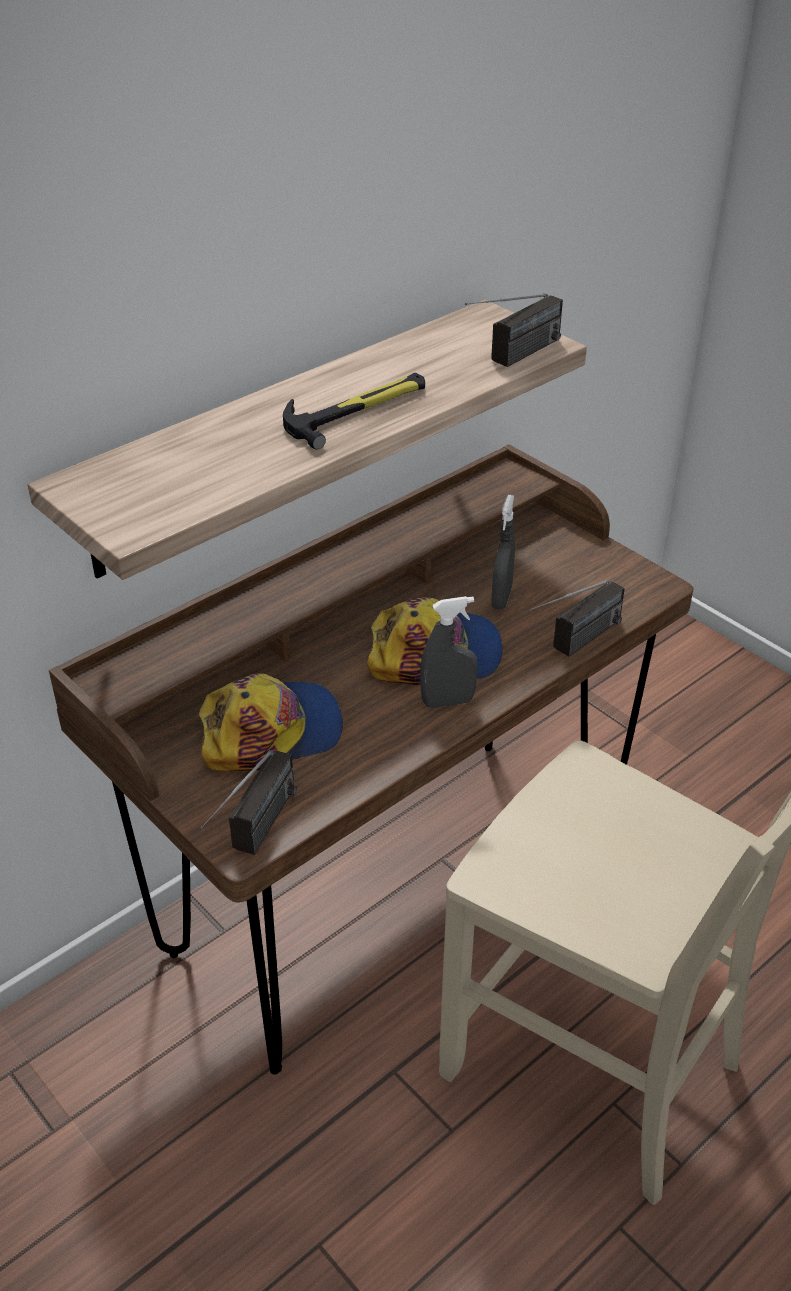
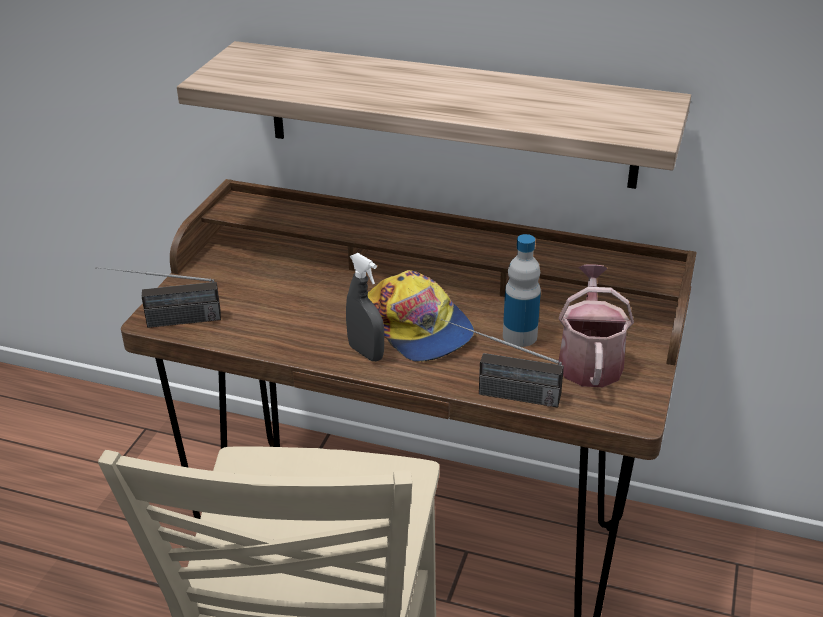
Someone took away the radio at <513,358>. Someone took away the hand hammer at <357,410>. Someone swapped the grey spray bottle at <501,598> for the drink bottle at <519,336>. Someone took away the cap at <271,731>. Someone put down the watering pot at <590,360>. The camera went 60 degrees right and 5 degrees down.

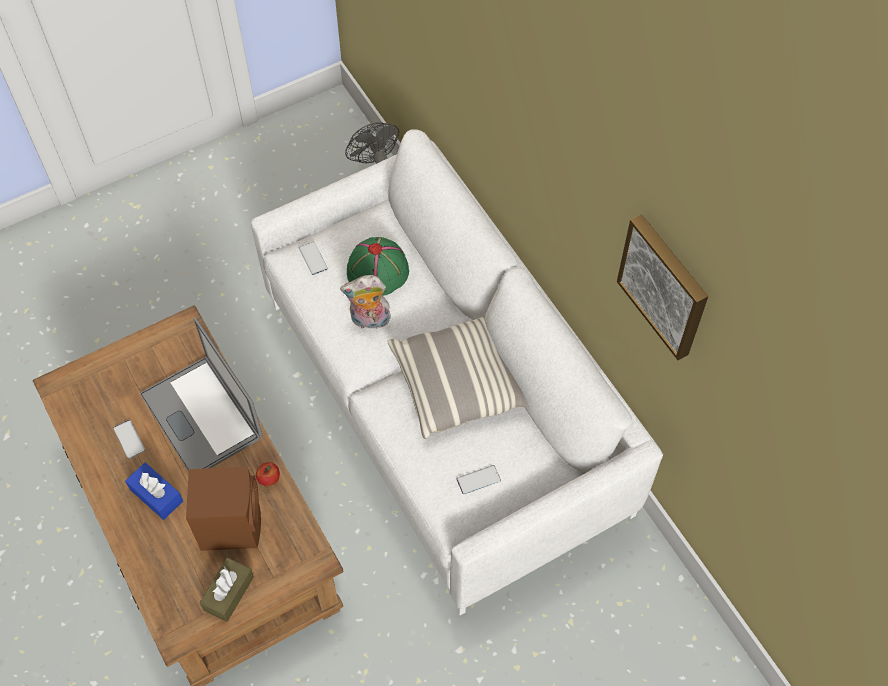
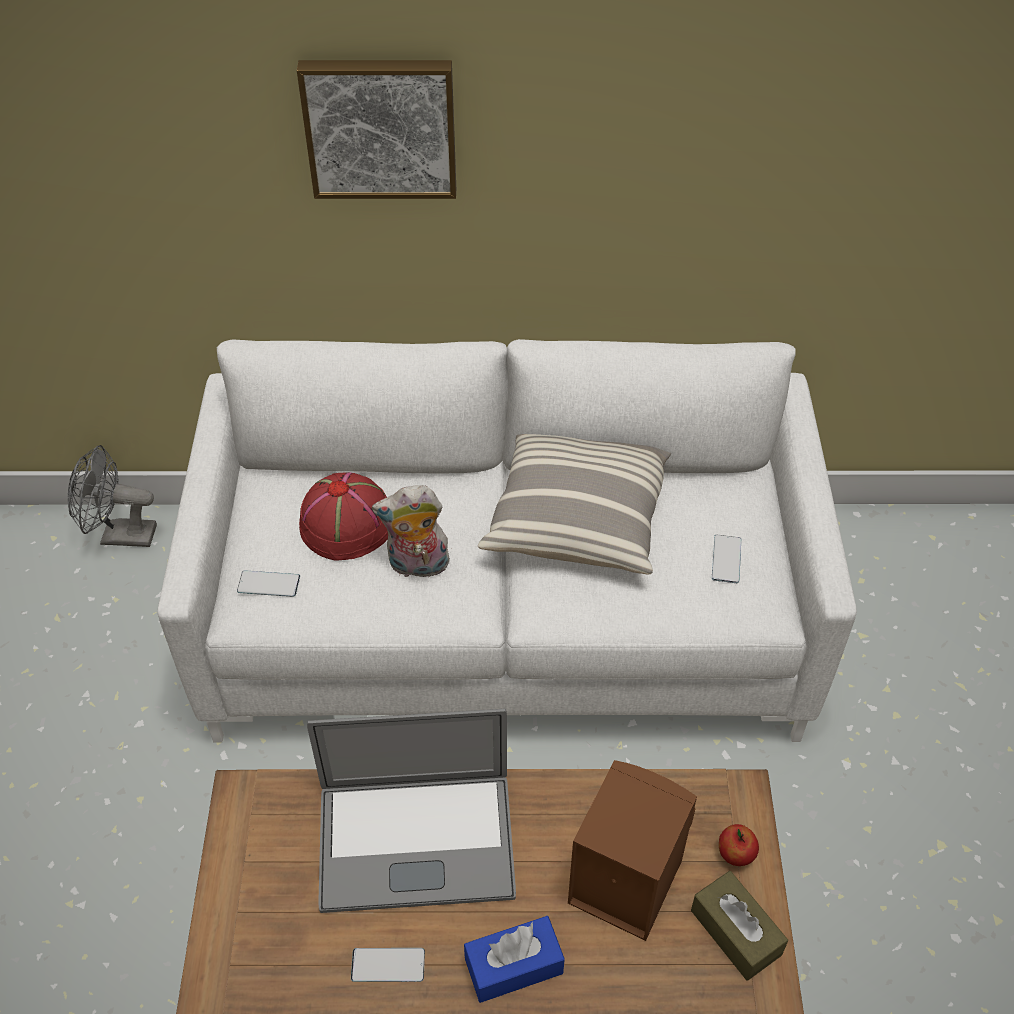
Someone carried the wall art from <665,285> to <380,127>. Someone repainted the green clothing hat at <378,270>, which became the red clothing hat at <347,523>. Someone rotated the soft toy at <369,321> by 60 degrees clockwise. Someone carried the apple from <269,479> to <735,854>. The camera went 60 degrees left and 10 degrees down.

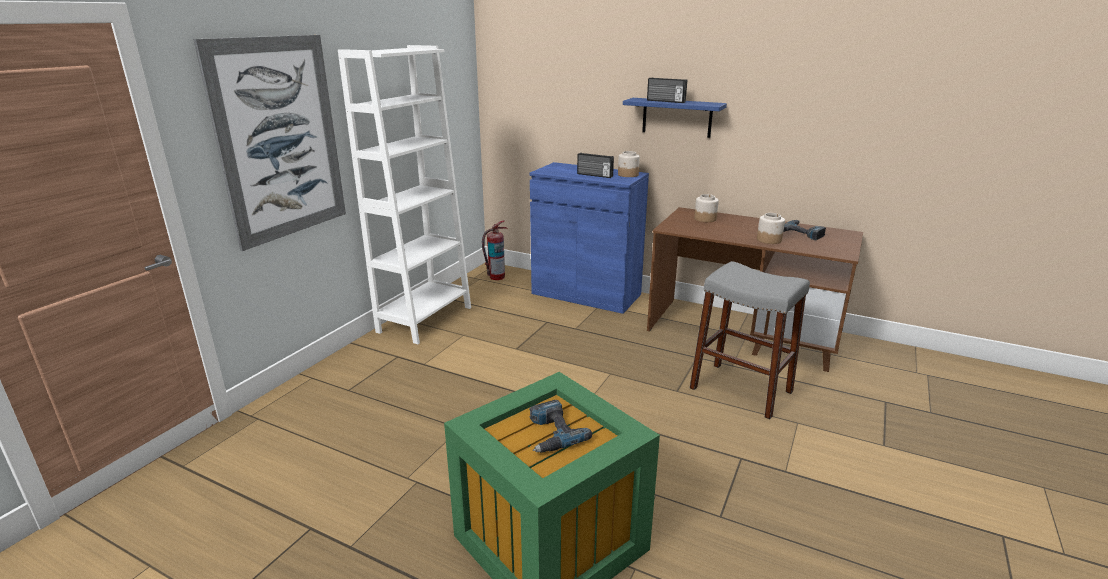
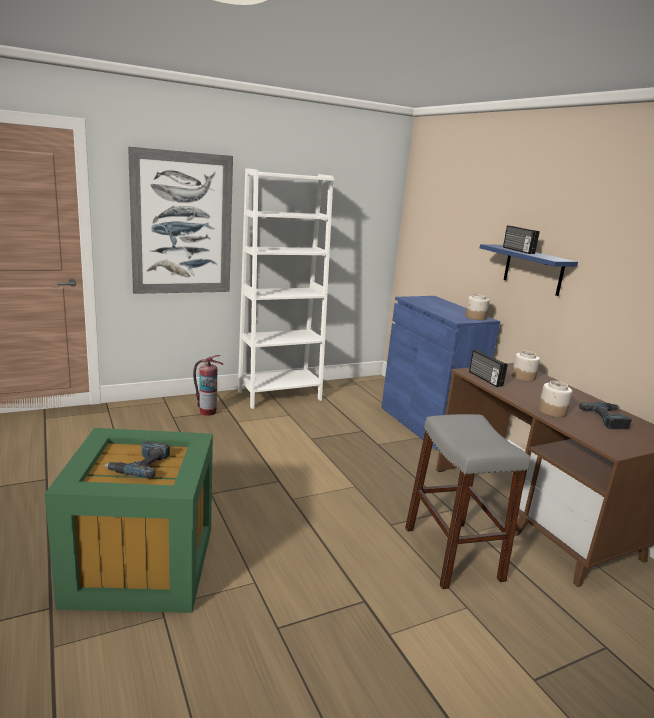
Someone carried the radio from <594,175> to <484,379>. Someone carried the extinguisher from <496,277> to <207,411>. The camera went 35 degrees right and 5 degrees down.

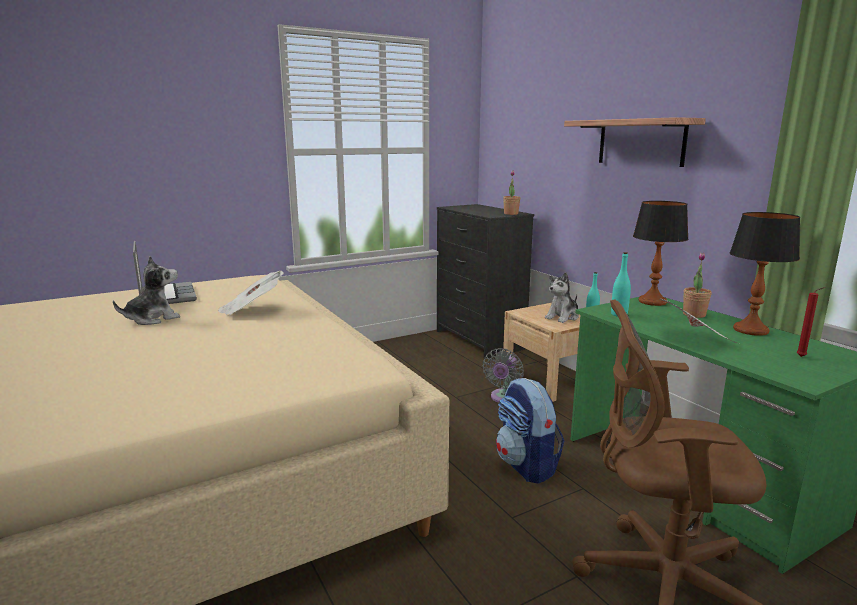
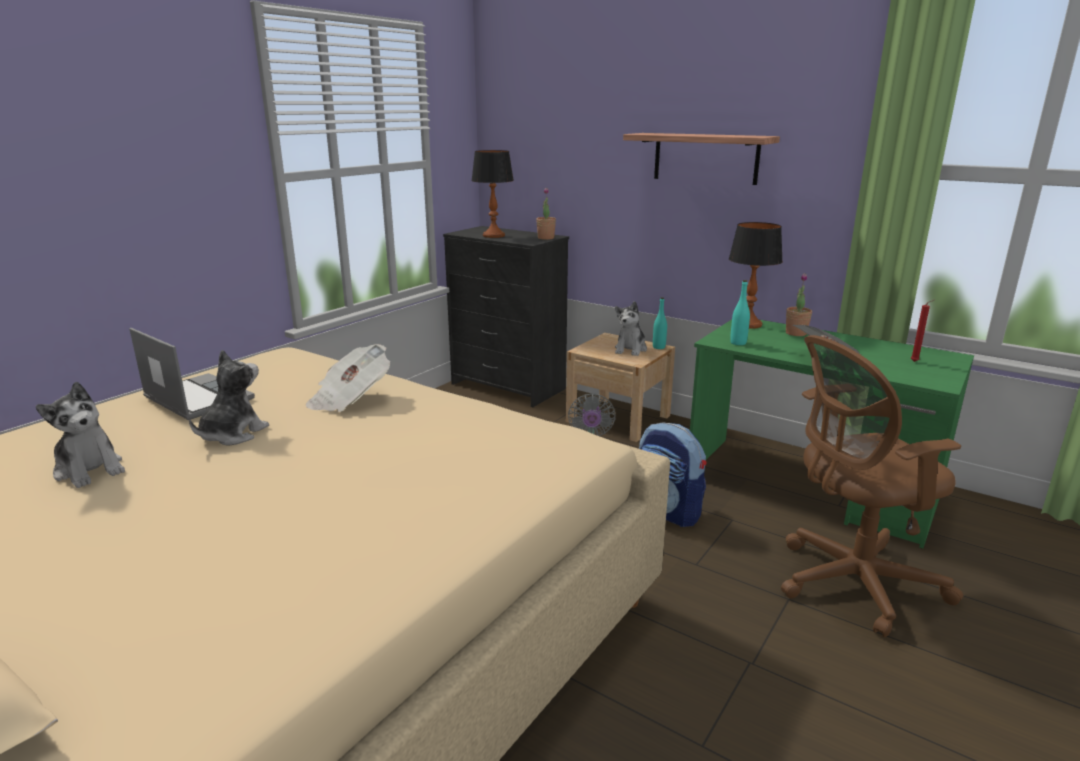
Someone carried the lamp for a table from <750,330> to <493,236>. Someone put down the soft toy at <90,469>. The camera went 25 degrees left and 5 degrees up.

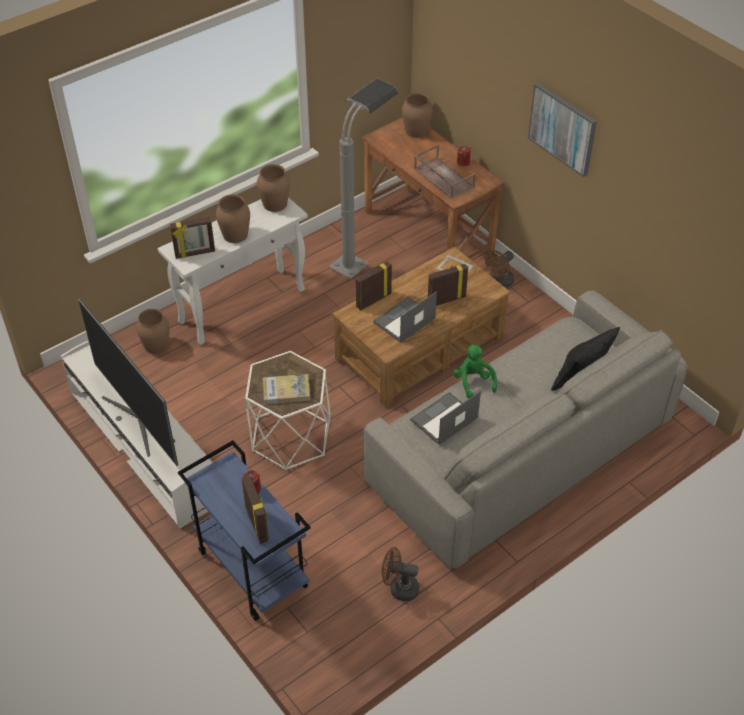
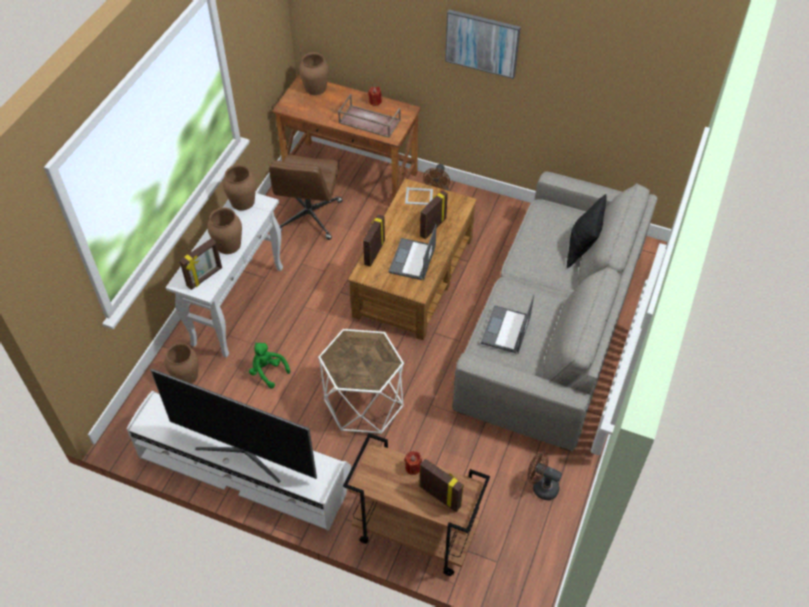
Someone swapped the grey floor lamp at <361,256> for the brown desk chair at <309,217>. Someone carried the green soft toy from <473,382> to <268,372>. Someone took away the volume at <286,391>. Someone repainted the blue trolley at <251,569>, which became the brown trolley at <414,533>. Someone rotated the brown cooling fan at <399,588> by 45 degrees clockwise. The camera went 30 degrees left and 5 degrees up.

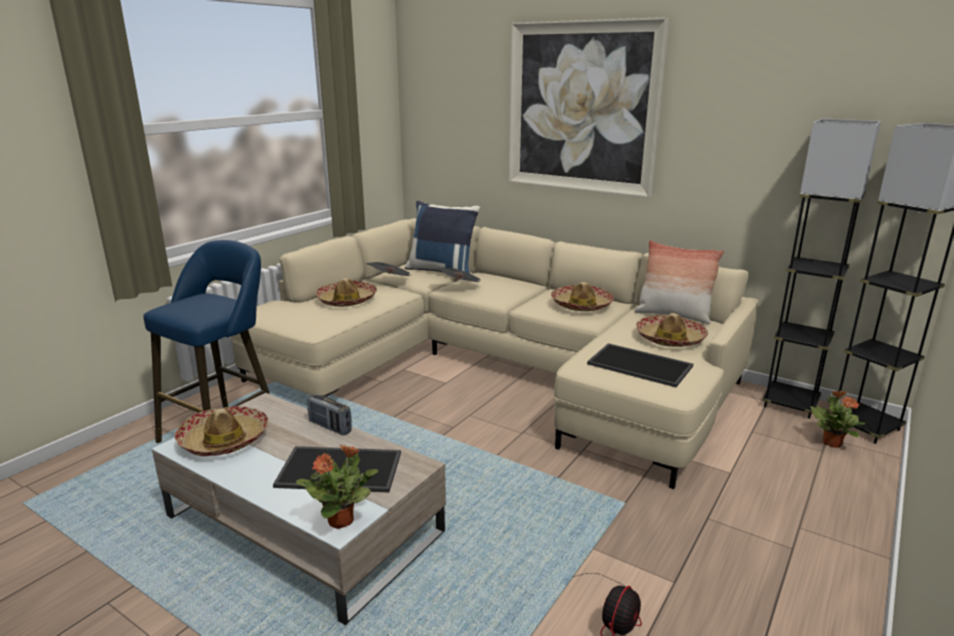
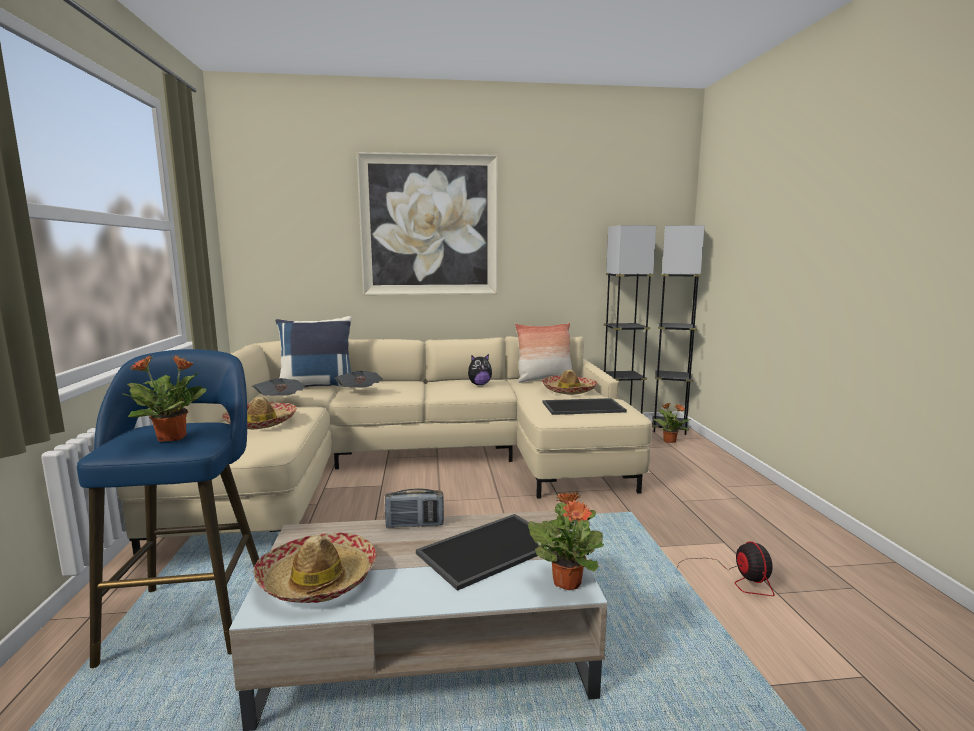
Someone swapped the clothing hat at <581,305> for the soft toy at <479,384>. Someone put down the houseplant at <173,438>. The camera went 40 degrees left and 10 degrees down.

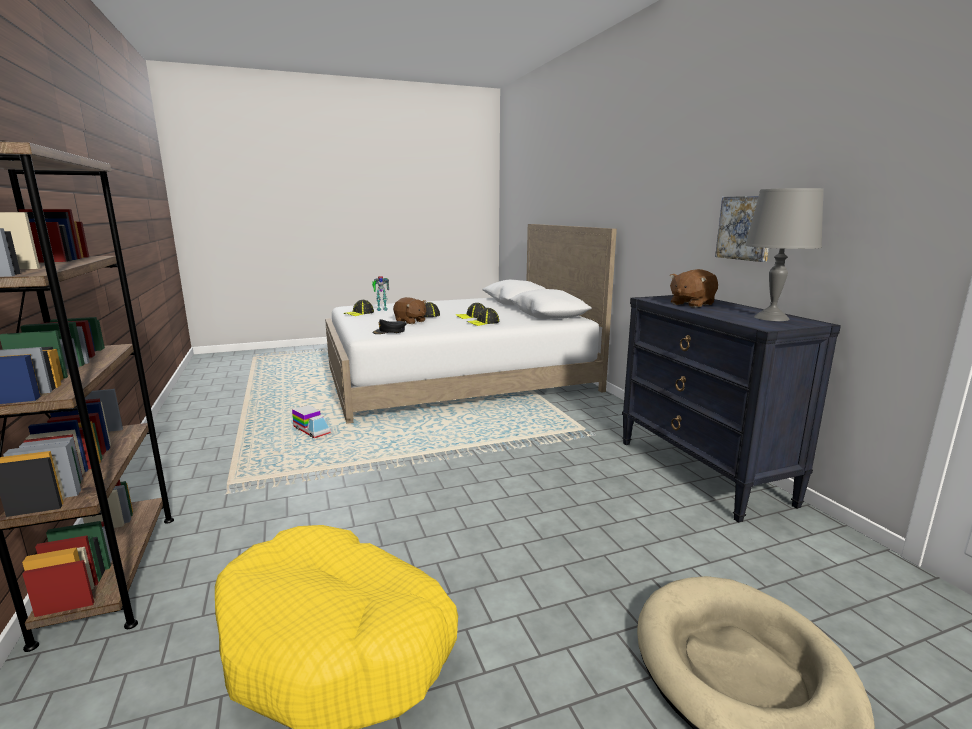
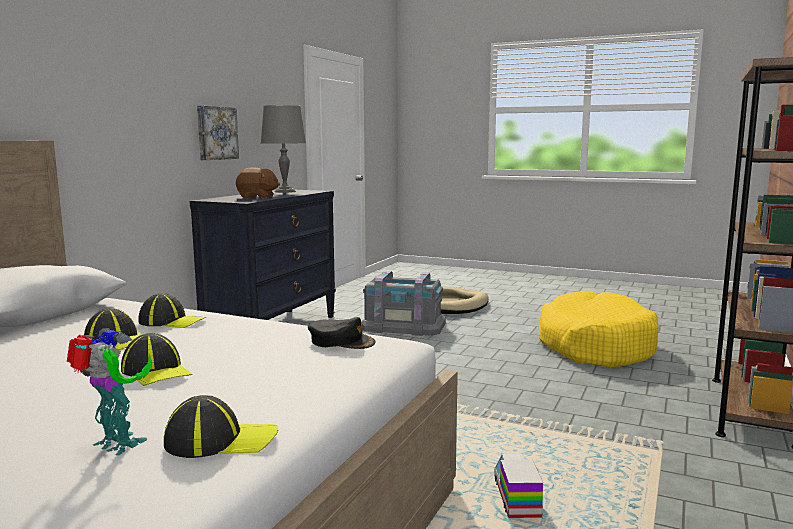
Someone took away the brown soft toy at <410,321>. Someone put down the grey storage bin at <402,325>. The camera went 135 degrees left and 5 degrees down.

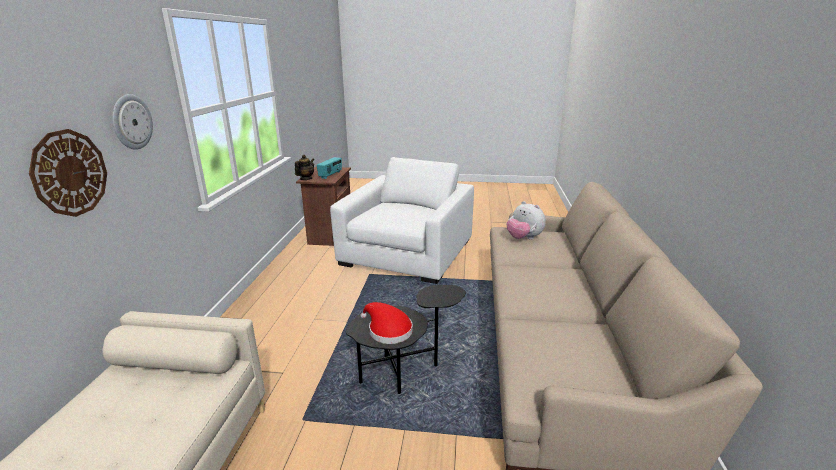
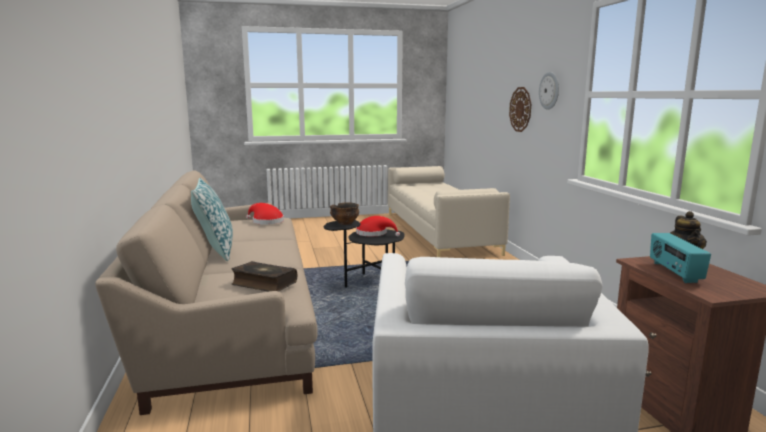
Someone swapped the soft toy at <524,238> for the volume at <263,284>. Someone put down the cushion at <215,251>. Someone put down the deep dish at <345,223>. Someone put down the red clothing hat at <266,221>. The camera went 160 degrees right and 10 degrees down.

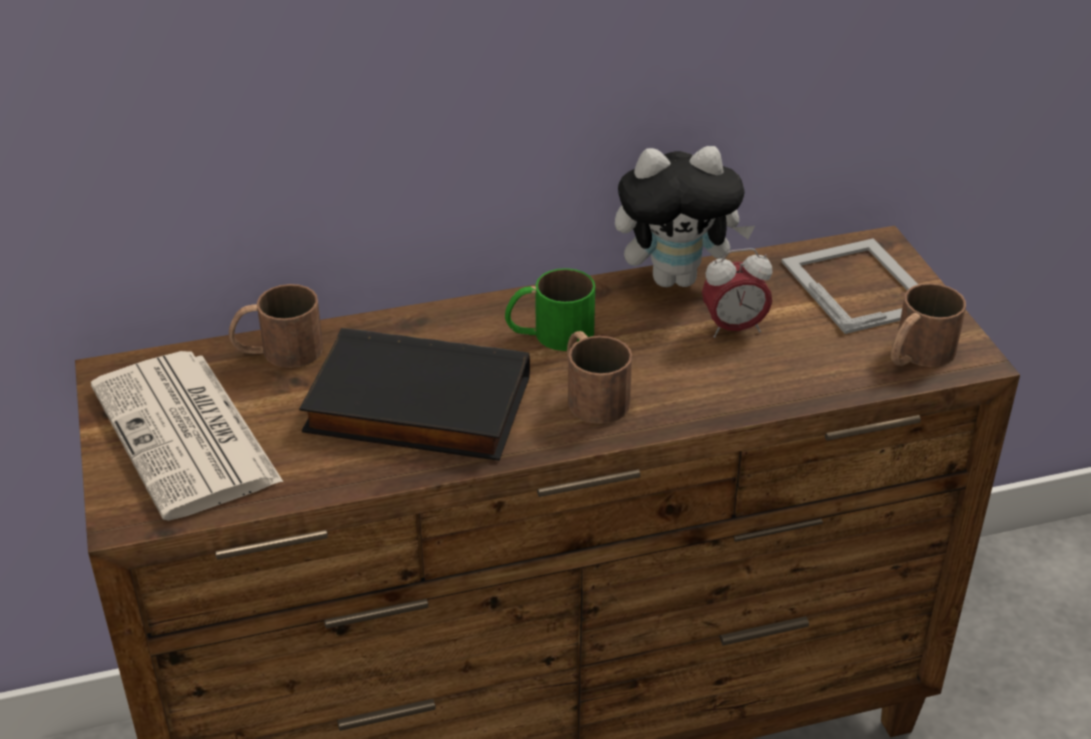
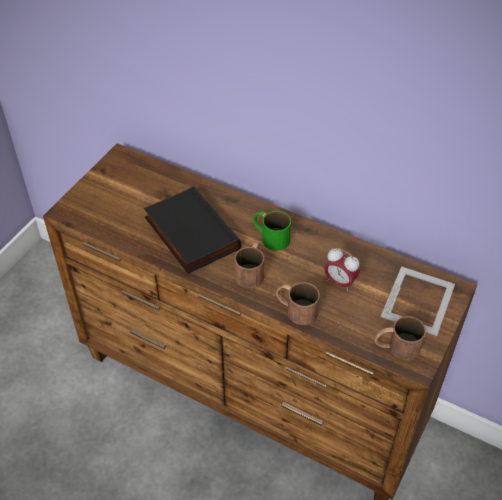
Someone took away the soft toy at <676,278>. Someone carried the brown coffee mug from <277,351> to <295,309>. Someone took away the printed paper at <187,436>. The camera went 45 degrees right and 10 degrees up.

